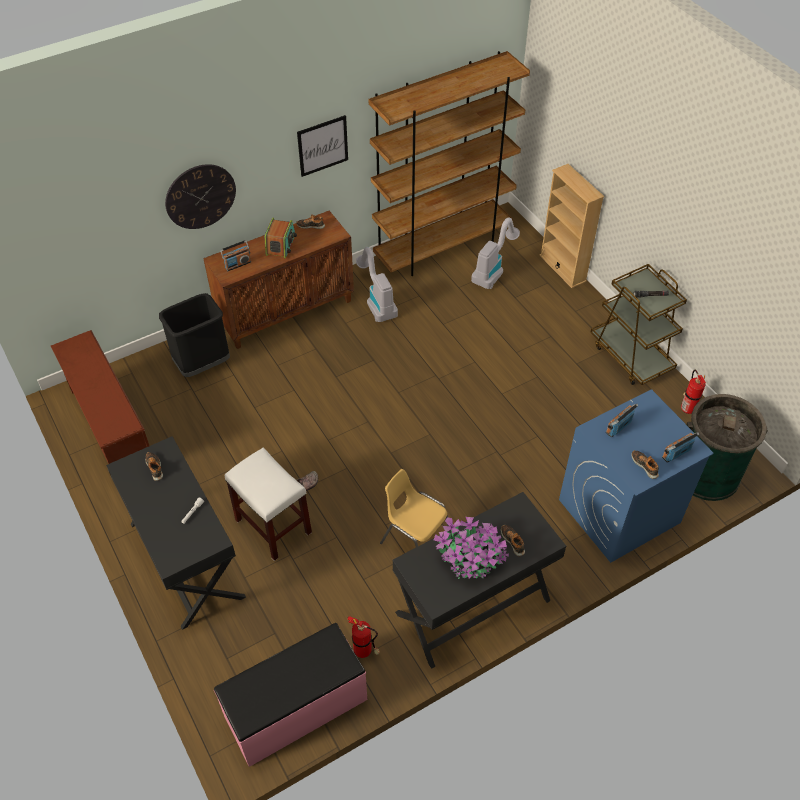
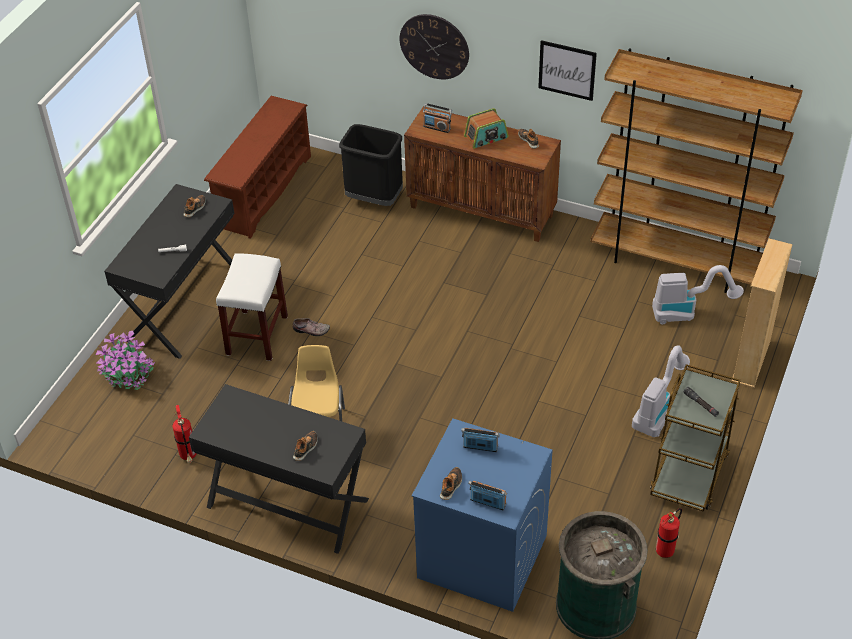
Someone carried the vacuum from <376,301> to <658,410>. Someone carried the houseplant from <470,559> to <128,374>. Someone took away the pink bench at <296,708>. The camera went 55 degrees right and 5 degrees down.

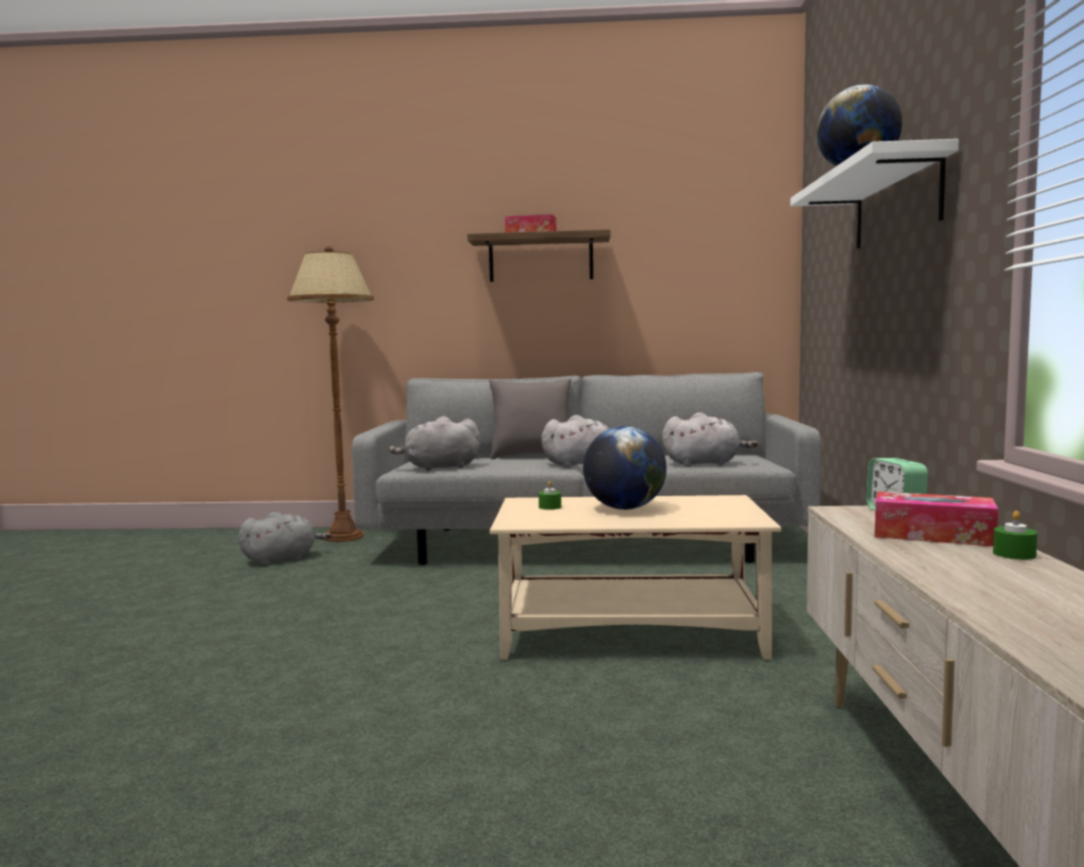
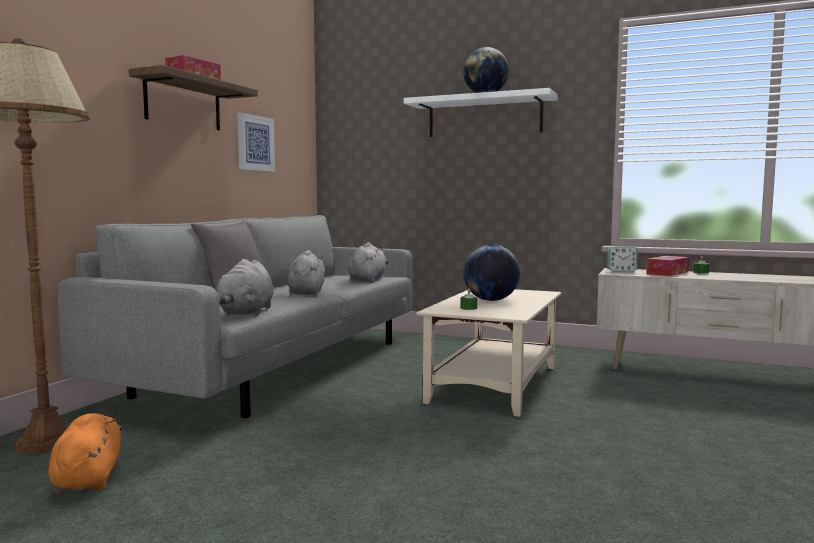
Someone repainted the grey soft toy at <282,559>, which became the orange soft toy at <88,479>. Someone put up the wall art at <255,143>. The camera went 70 degrees left and 0 degrees up.

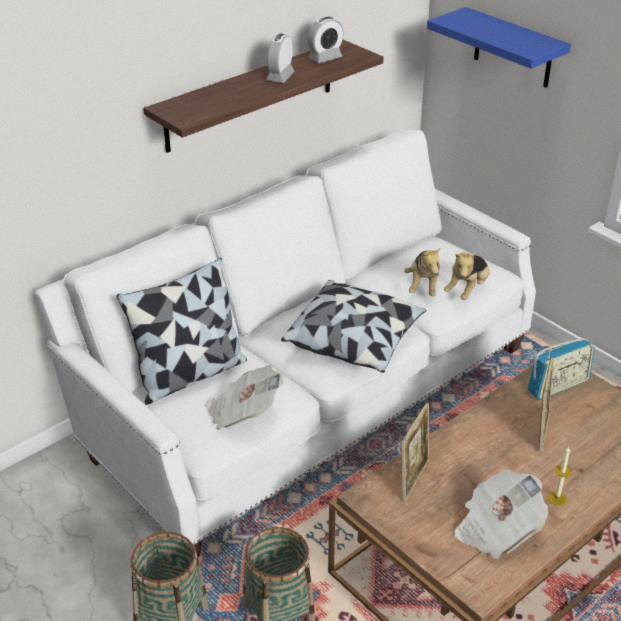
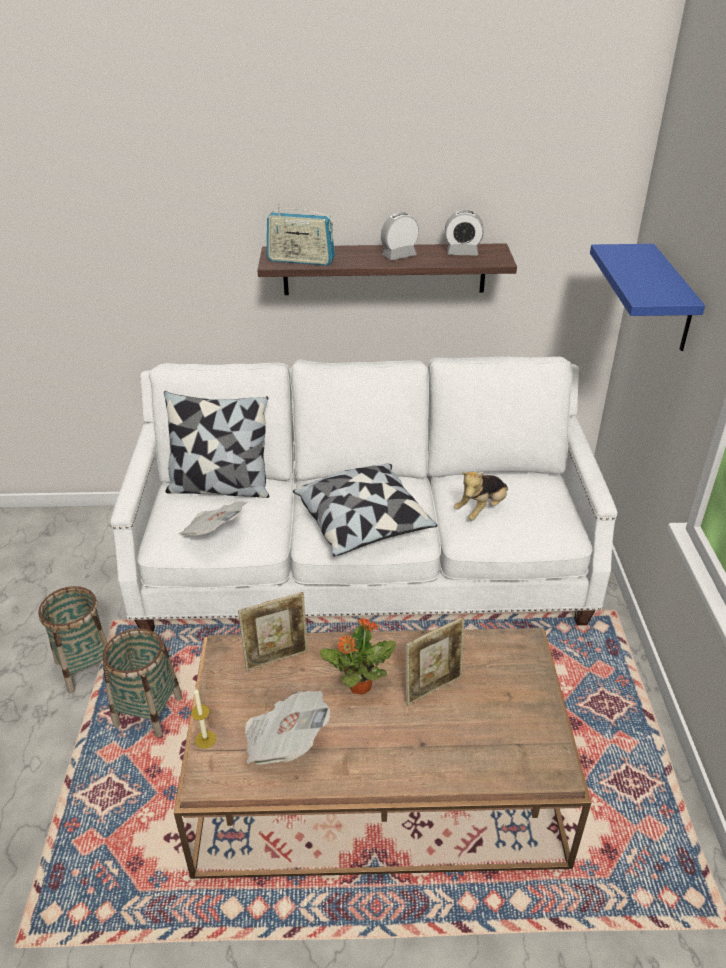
Someone took away the soft toy at <467,289>. Someone carried the radio from <558,386> to <301,260>. Someone carried the wax light from <557,498> to <205,739>. Someone put down the houseplant at <359,686>. The camera went 40 degrees right and 0 degrees up.

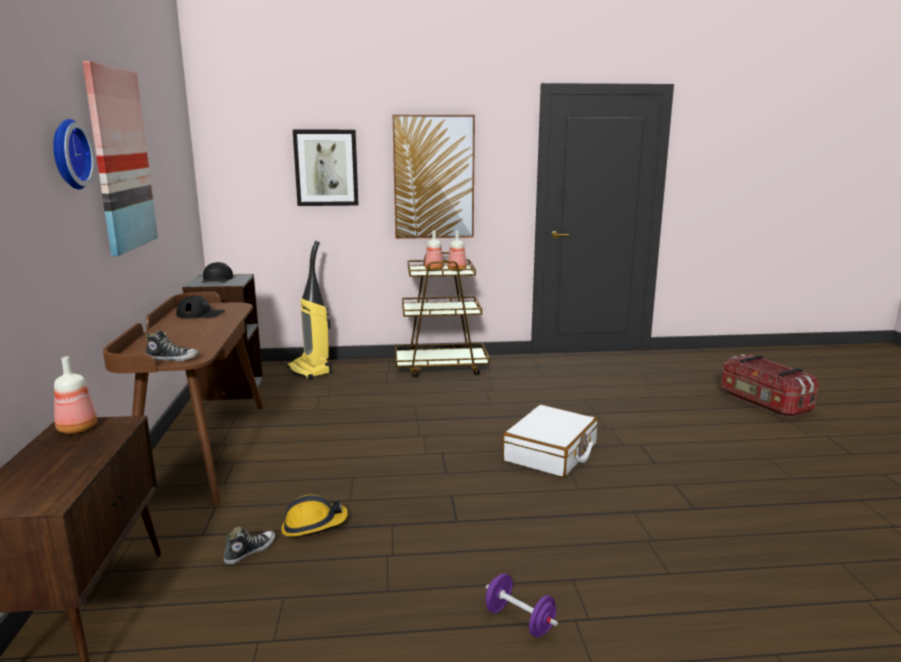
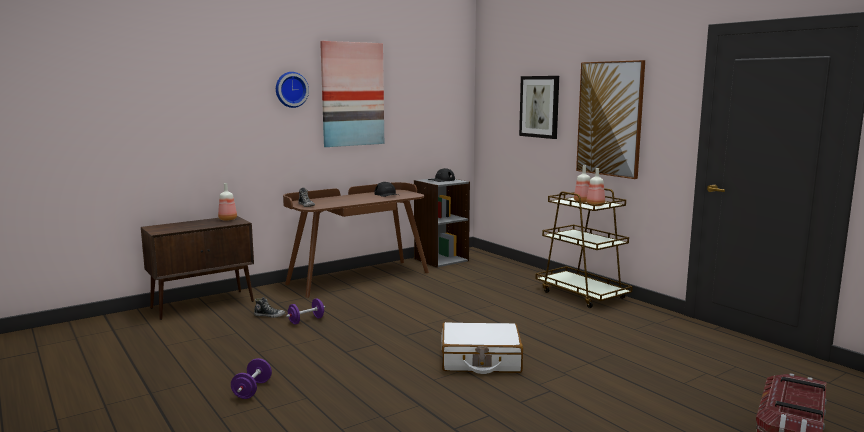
Someone took away the vacuum at <310,371>. Someone swapped the hard hat at <313,525> for the purplish dumbbell at <306,320>. The camera went 60 degrees right and 5 degrees down.

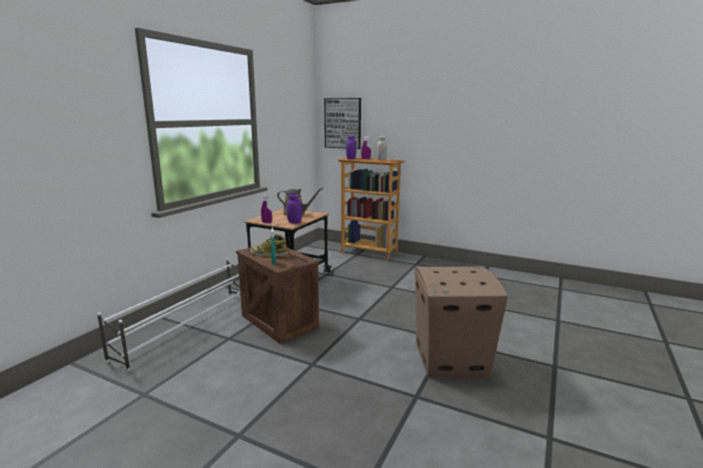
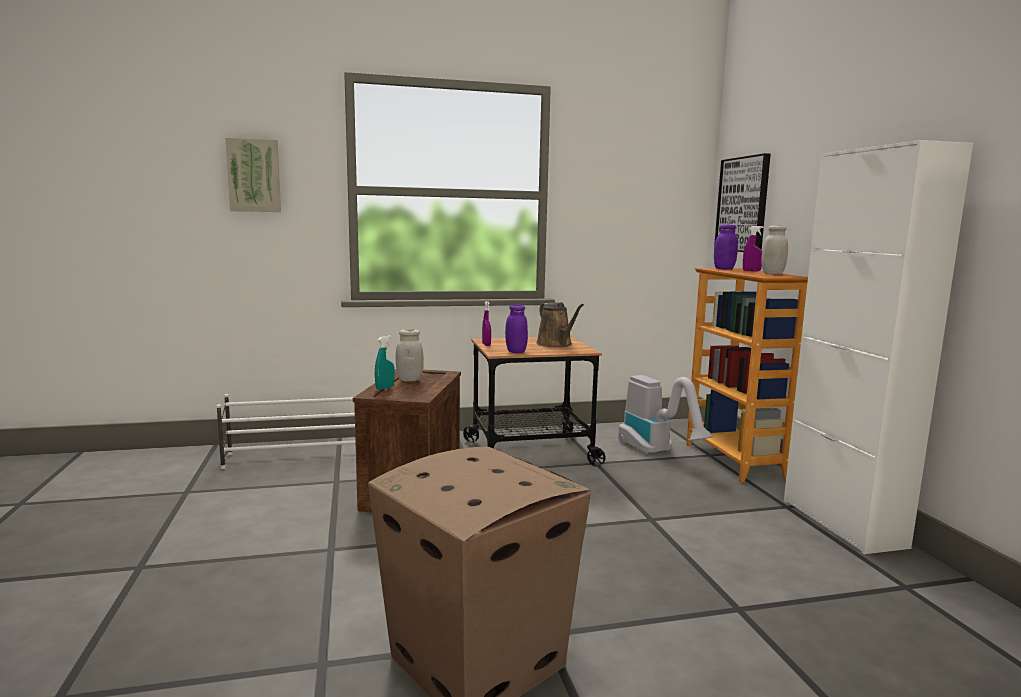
Someone swapped the high-top boot at <268,254> for the white-coloured jar at <409,379>. Someone put up the wall art at <254,176>. Someone put down the white-coloured cupboard at <842,523>. Someone put down the vacuum at <657,453>. The camera went 50 degrees right and 5 degrees down.

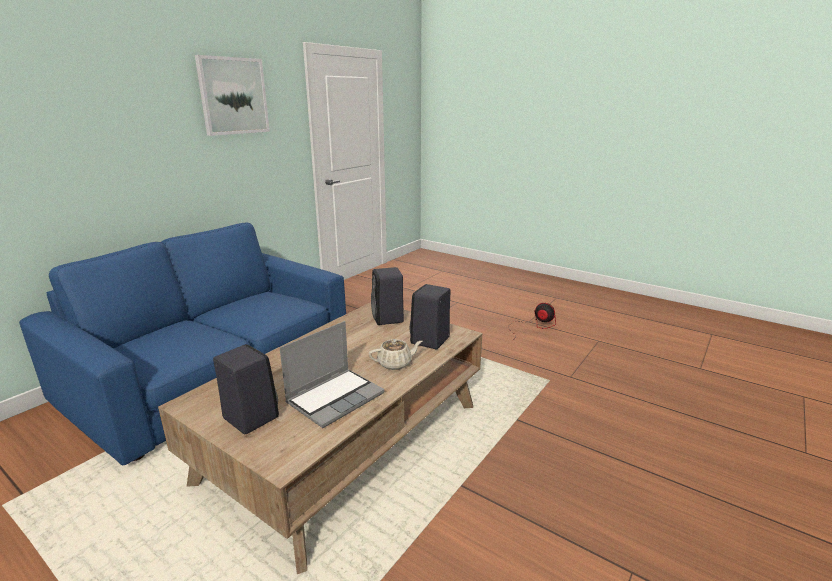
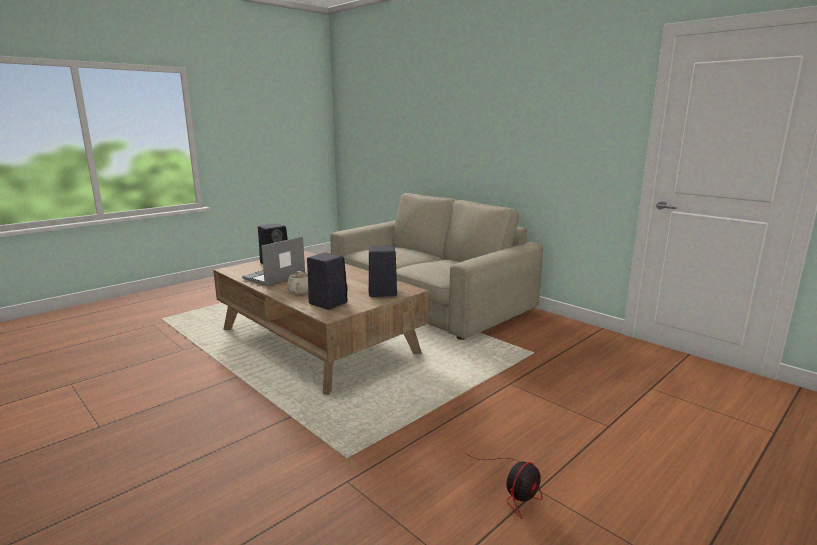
Someone took away the wall art at <233,96>. Someone repainted the blue sofa at <215,373>, which became the beige sofa at <429,301>. Someone rotated the portable computer at <335,397> by 75 degrees clockwise. The camera went 100 degrees right and 5 degrees down.

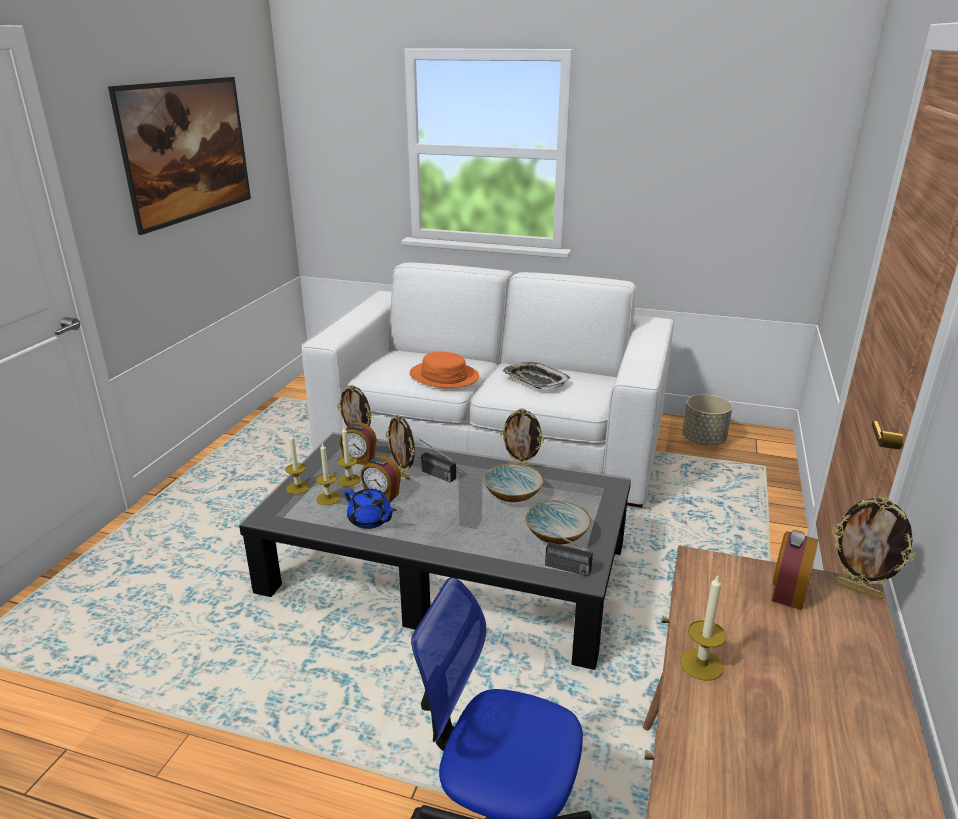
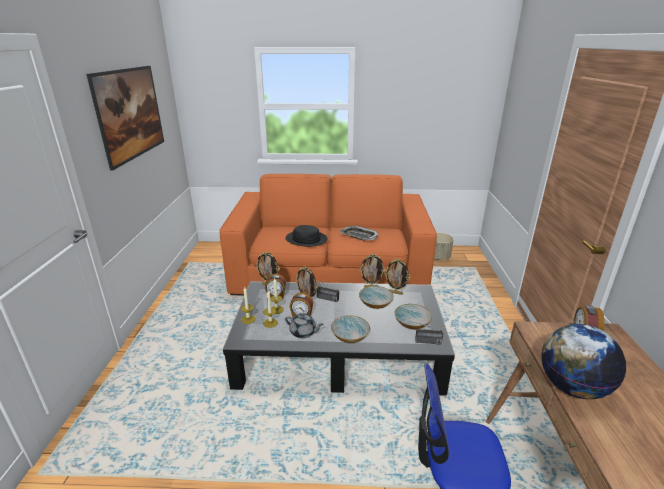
Someone repainted the white-coloured sofa at <494,442>, which became the orange sofa at <330,273>. Someone repainted the orange clothing hat at <444,376>, which became the black clothing hat at <306,239>. Someone repainted the blue tea pot at <370,520>, which became the grey tea pot at <303,332>. Someone carried the photo frame from <858,590> to <395,292>. Someone swapped the wax light at <701,664> for the globe at <572,387>. Someone put down the deep dish at <350,336>. The camera went 15 degrees left and 0 degrees up.

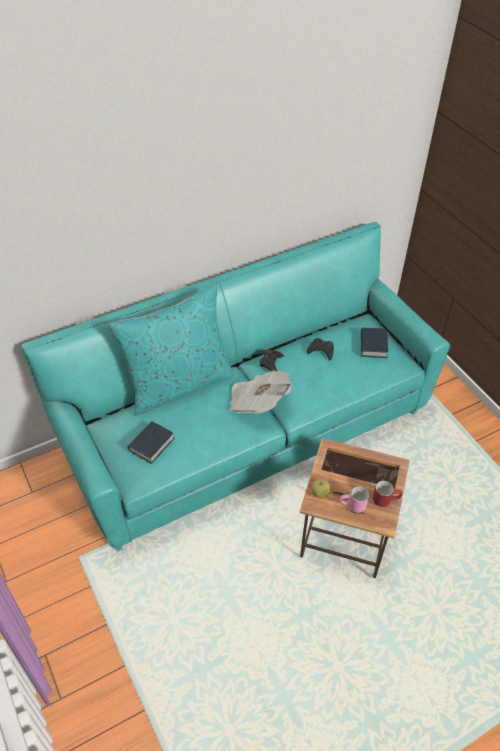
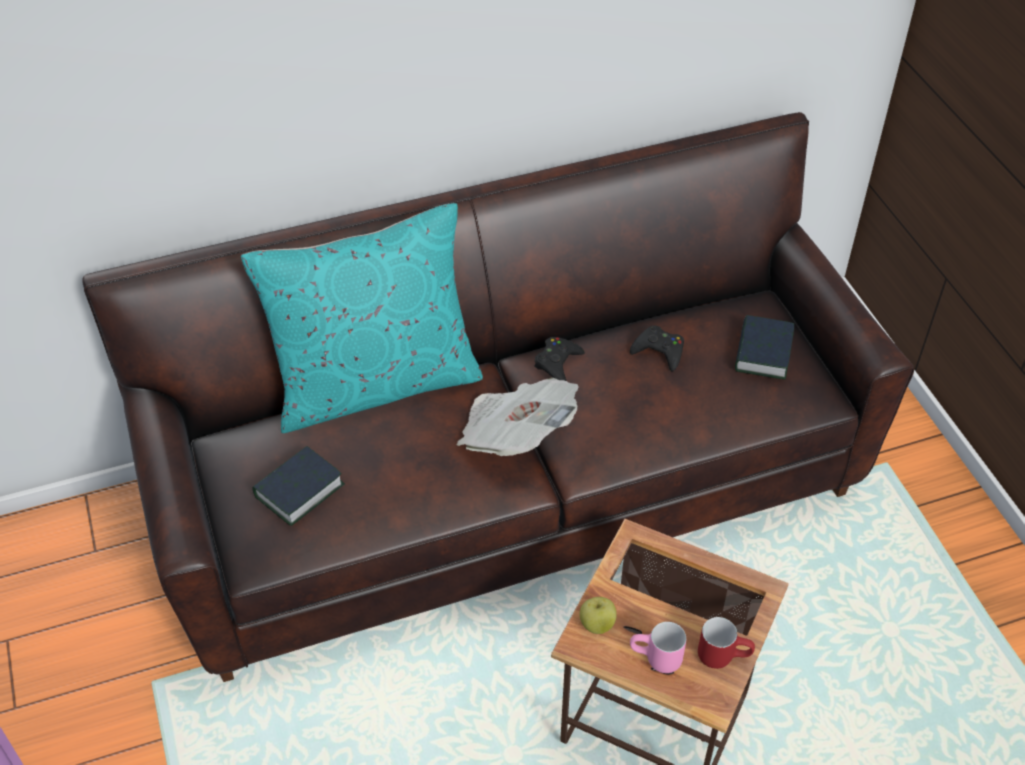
Someone repainted the blue-green sofa at <248,433>, which became the brown sofa at <512,493>. The camera went 10 degrees right and 0 degrees up.

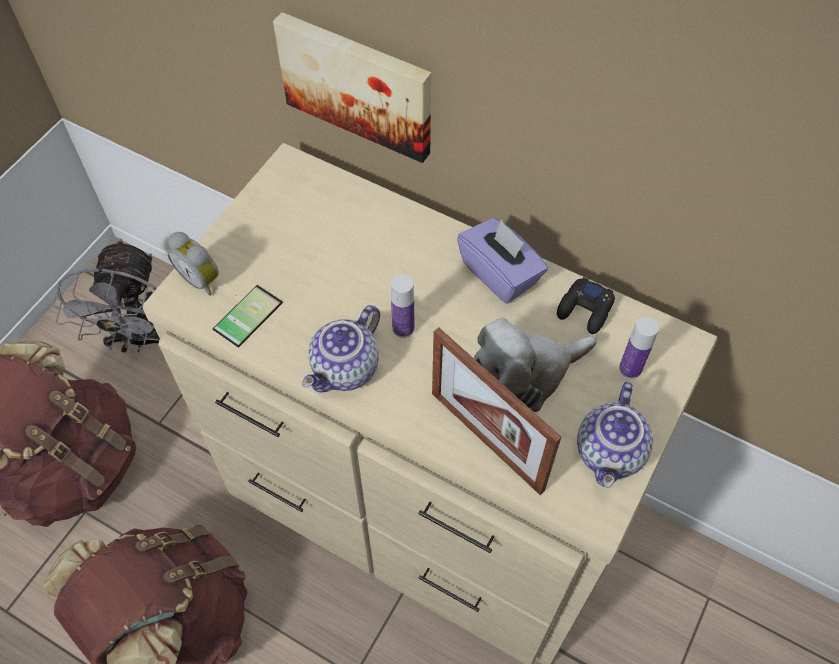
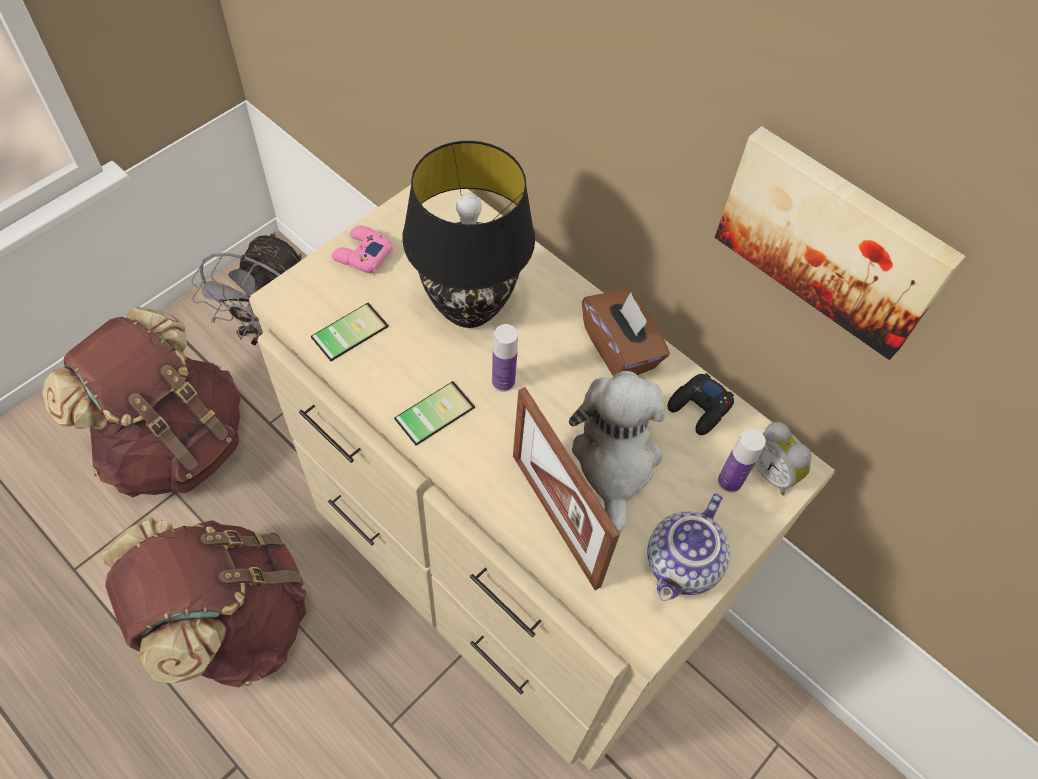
Someone carried the wall art from <358,84> to <833,239>. Someone repainted the purplish tissue box at <500,273>, which became the brown tissue box at <620,349>. Someone carried the alarm clock from <202,279> to <772,472>. Someone swapped the tea pot at <346,370> for the telephone at <432,410>. Someone rotated the soft toy at <524,375> by 105 degrees clockwise. Someone put down the black lamp for a table at <470,307>. Someone put down the pink joypad at <362,254>. The camera went 10 degrees right and 0 degrees up.

